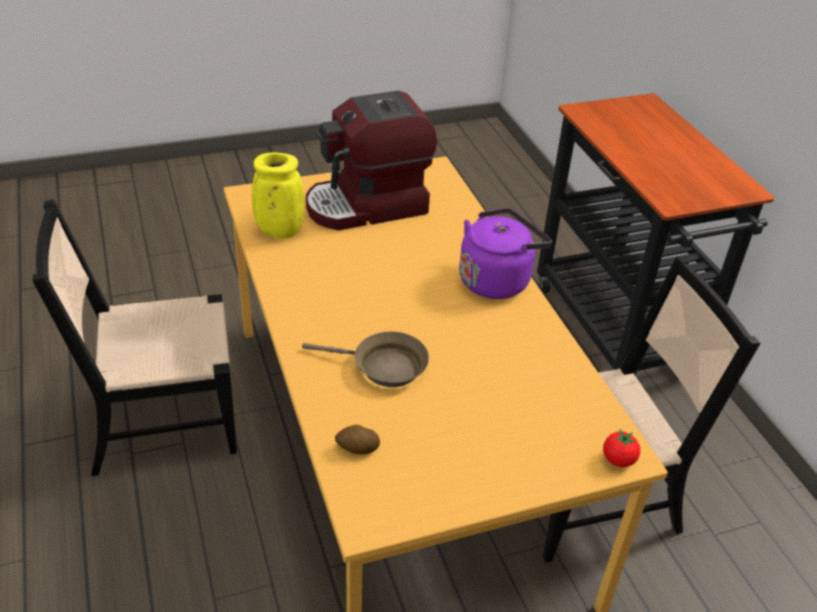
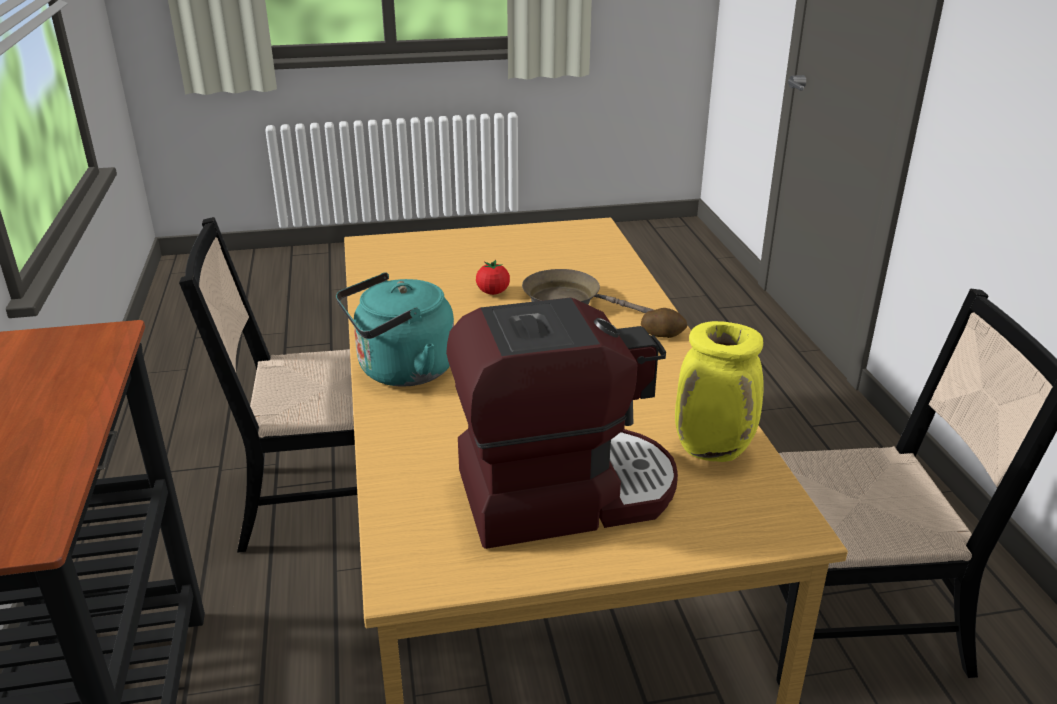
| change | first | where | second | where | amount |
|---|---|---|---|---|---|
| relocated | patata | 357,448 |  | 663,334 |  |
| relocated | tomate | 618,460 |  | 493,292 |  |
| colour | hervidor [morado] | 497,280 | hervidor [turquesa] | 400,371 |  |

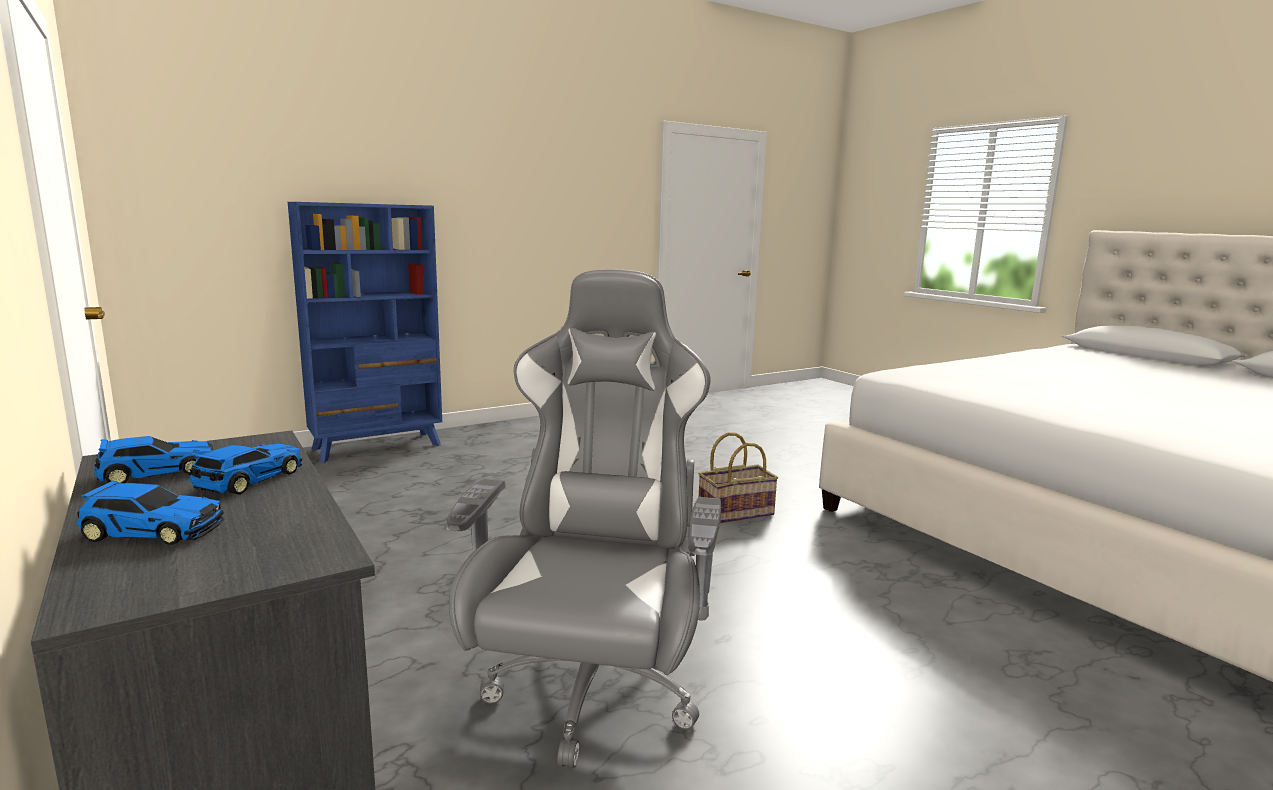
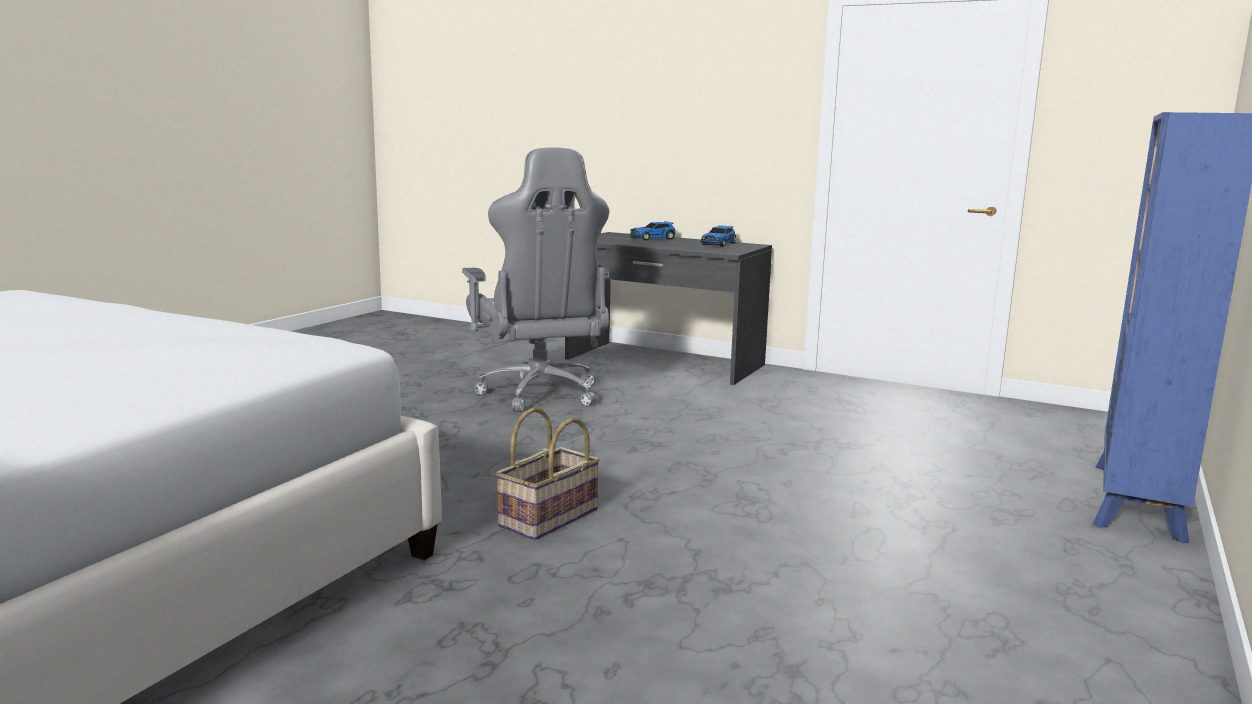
| change | first | where | second | where | amount |
|---|---|---|---|---|---|
| missing | coche de juguete | 247,480 |  |  |  |

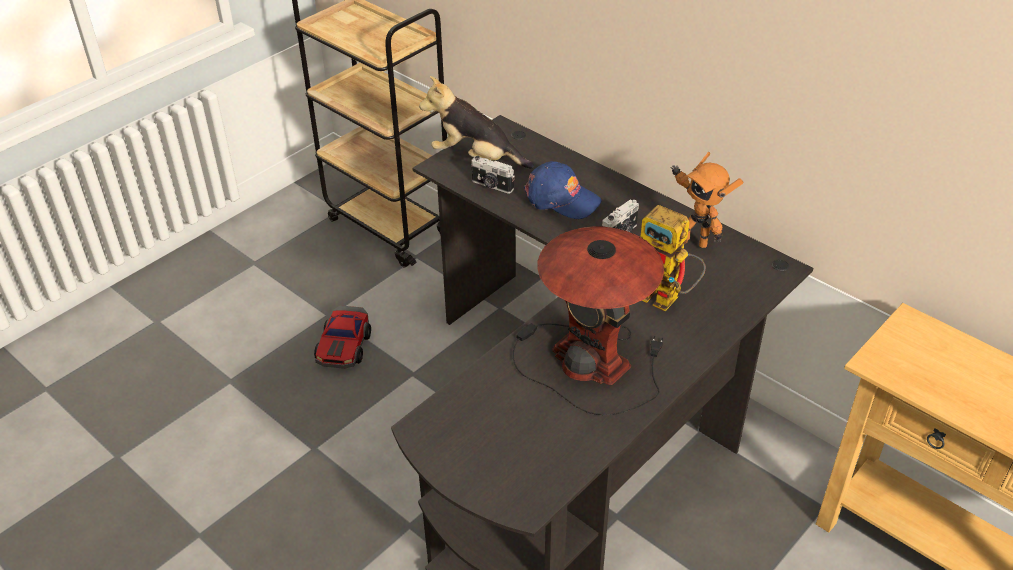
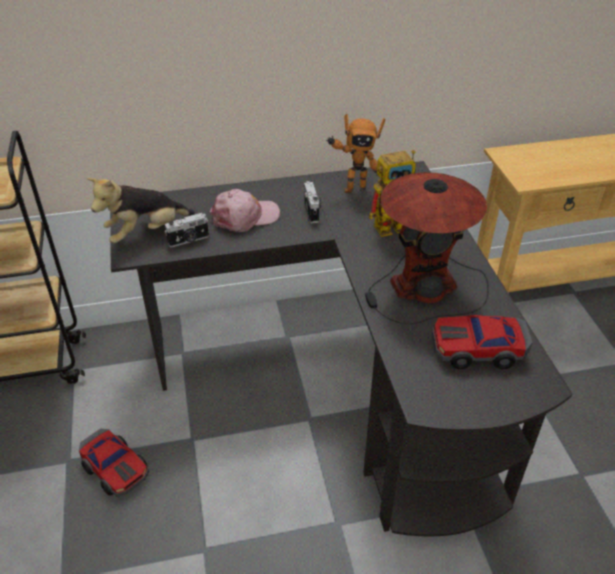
| change | first | where | second | where | amount |
|---|---|---|---|---|---|
| appeared |  |  | coche de juguete | 477,349 |  |
| colour | gorra [azul] | 561,198 | gorra [rosa] | 245,217 |  |

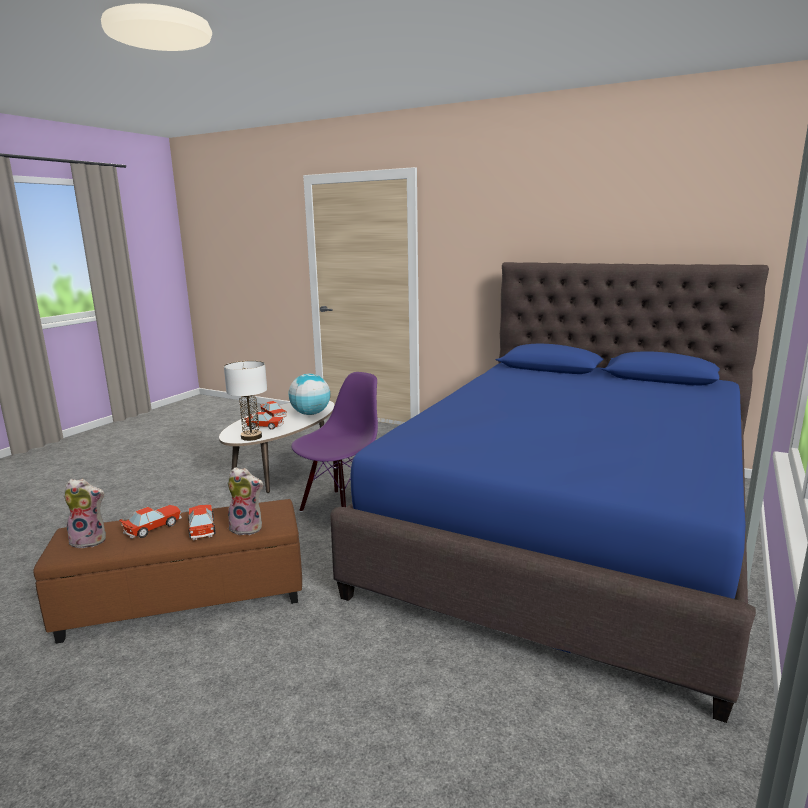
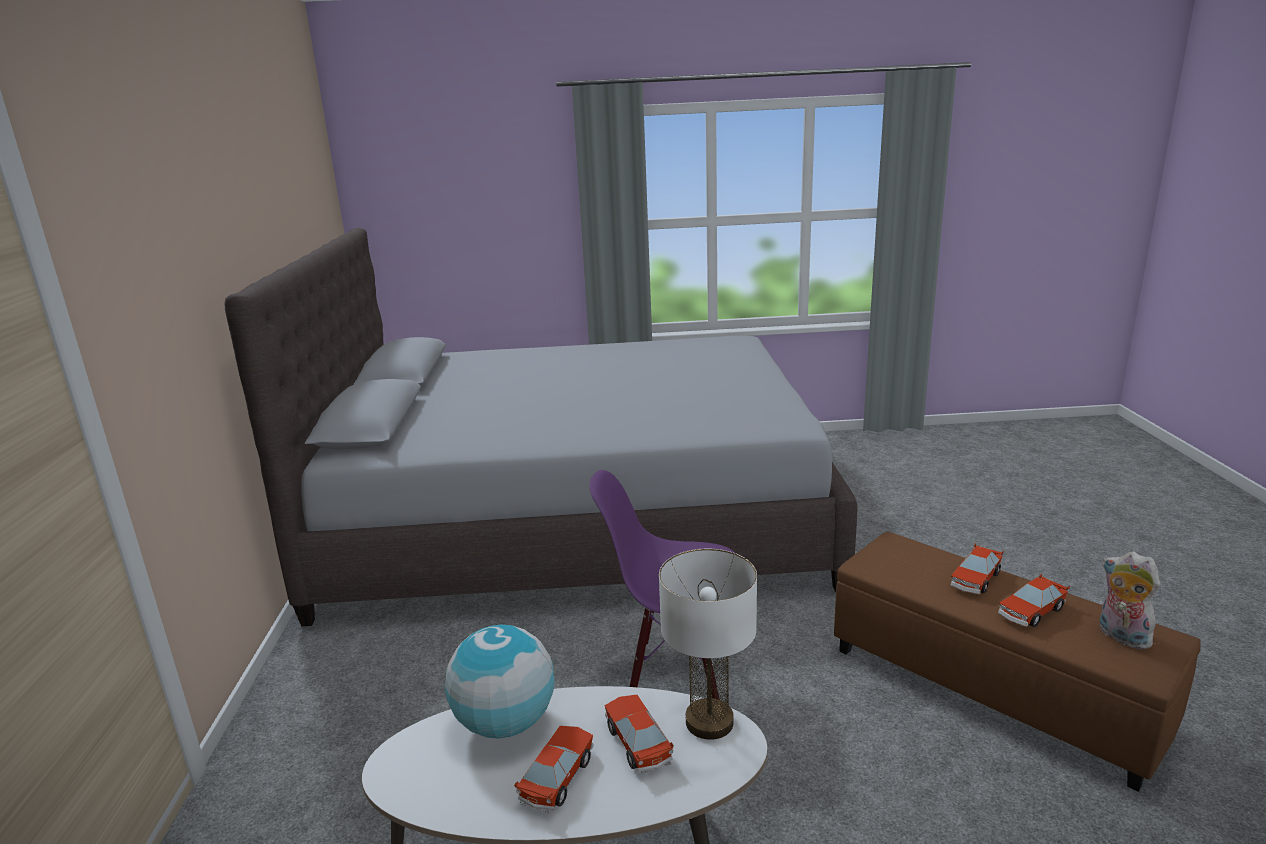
| change | first | where | second | where | amount |
|---|---|---|---|---|---|
| missing | peluche | 248,528 |  |  |  |
| colour | cama [azul] | 571,527 | cama [gris] | 577,518 |  |
| spun | coche de juguete | 153,527 |  | 1031,612 | 45 degrees counterclockwise |

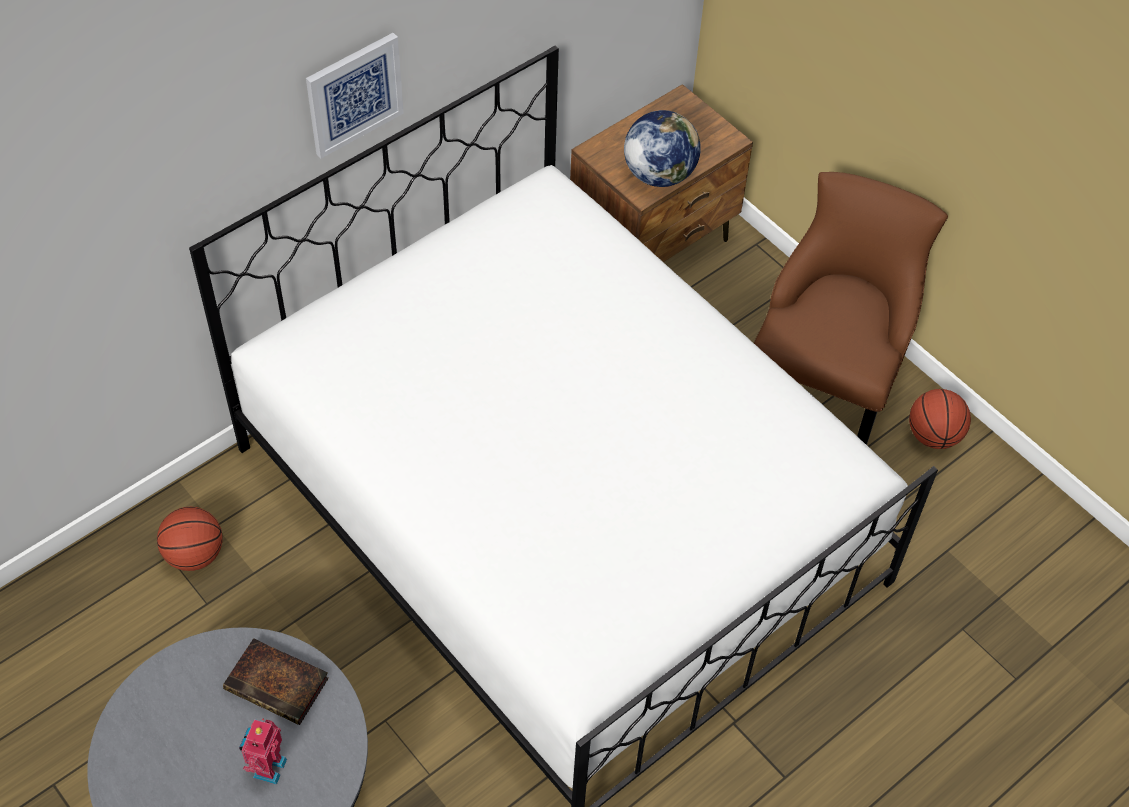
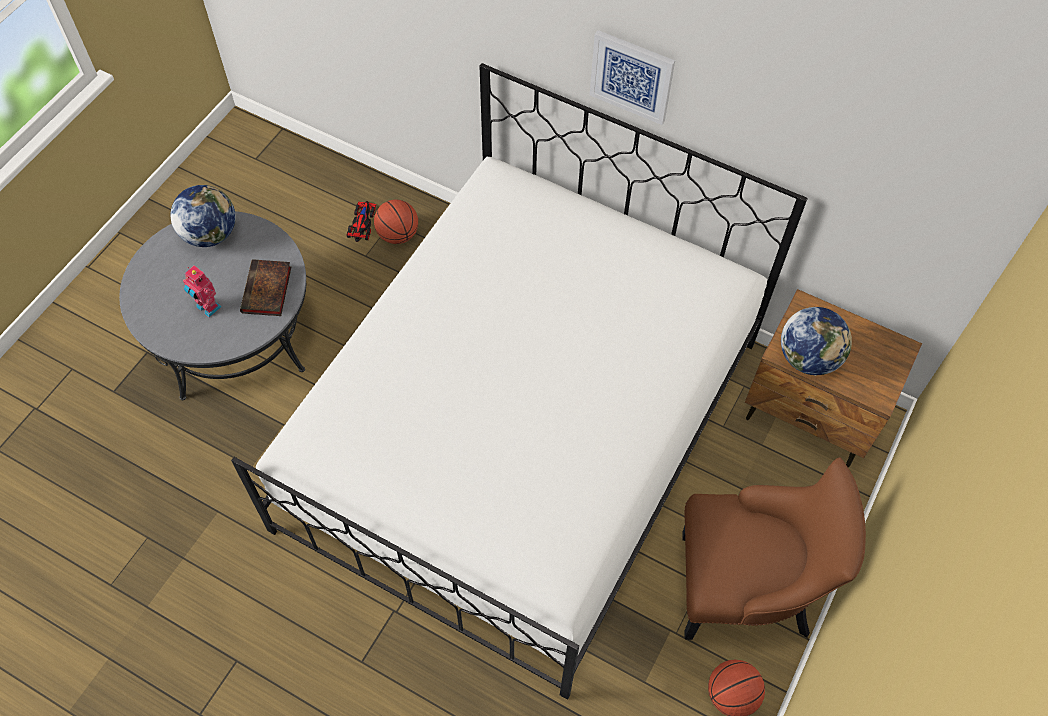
| change | first | where | second | where | amount |
|---|---|---|---|---|---|
| appeared |  |  | globo terráqueo | 210,234 |  |
| appeared |  |  | coche de juguete | 362,222 |  |
| spun | robot de juguete | 267,767 |  | 207,308 | 135 degrees counterclockwise |

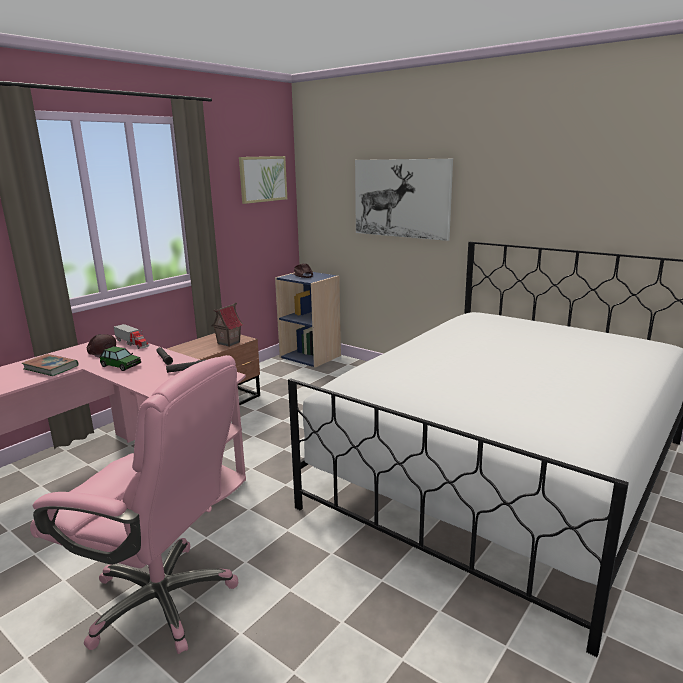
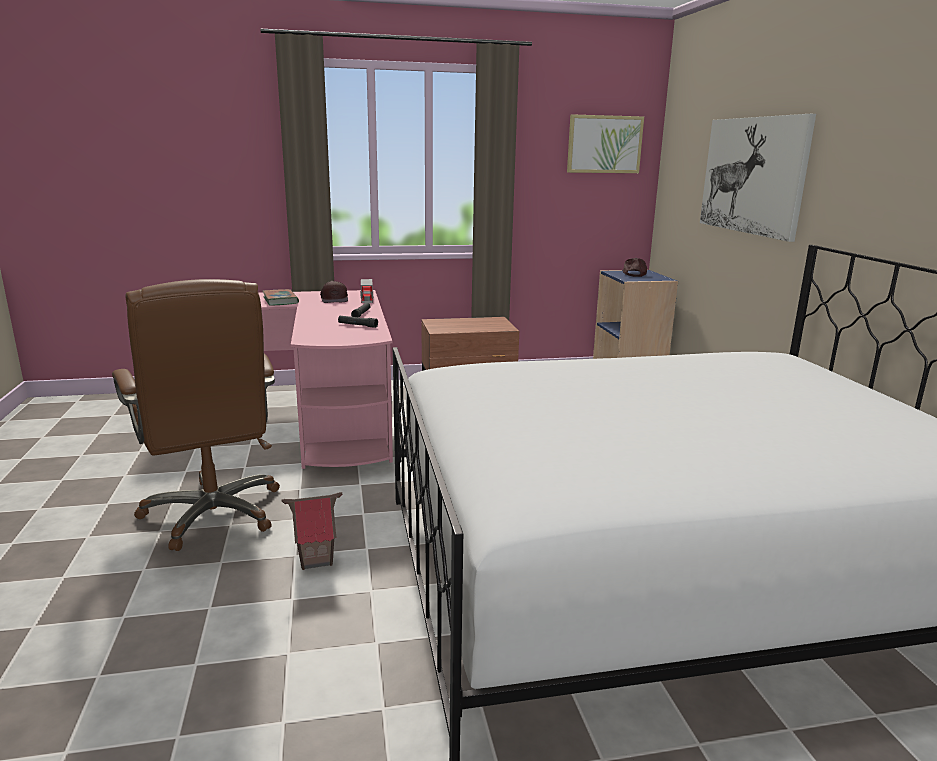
| change | first | where | second | where | amount |
|---|---|---|---|---|---|
| missing | coche de juguete | 121,365 |  |  |  |
| relocated | casita | 228,343 |  | 316,559 |  |
| colour | silla de oficina [rosa] | 158,598 | silla de oficina [marrón] | 212,511 |  |

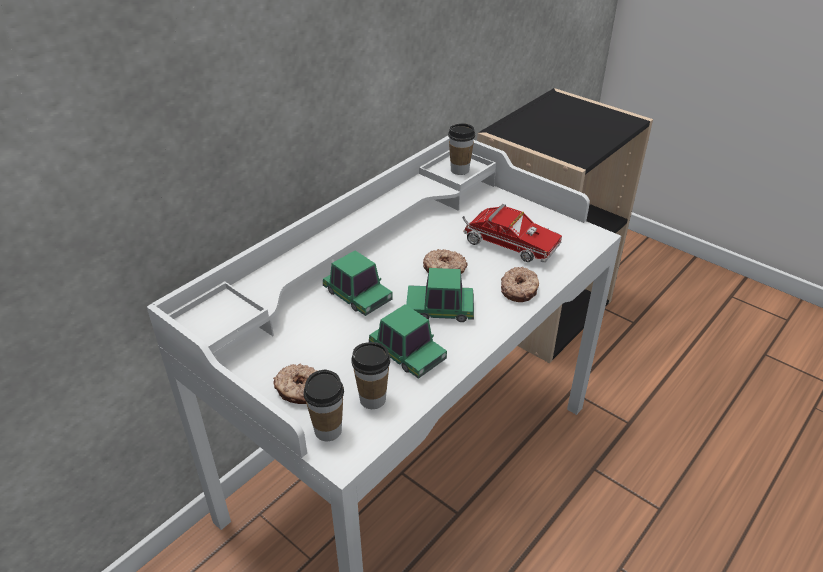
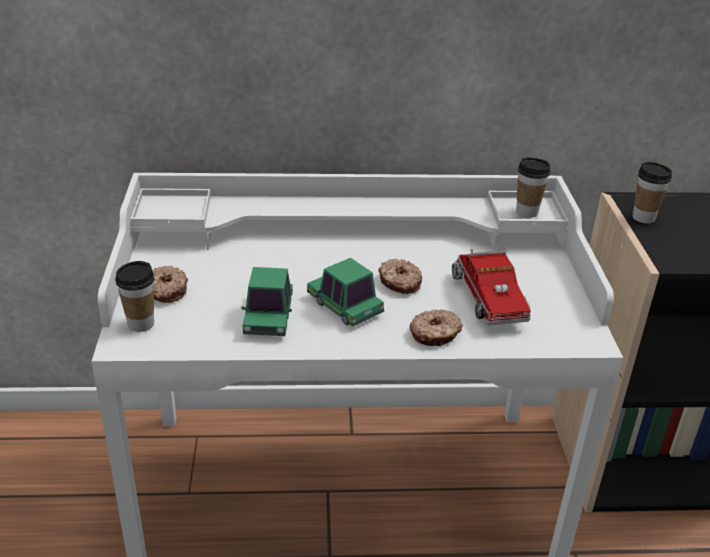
| change | first | where | second | where | amount |
|---|---|---|---|---|---|
| missing | coche de juguete | 357,296 |  |  |  |
| relocated | taza | 372,399 |  | 643,218 |  |

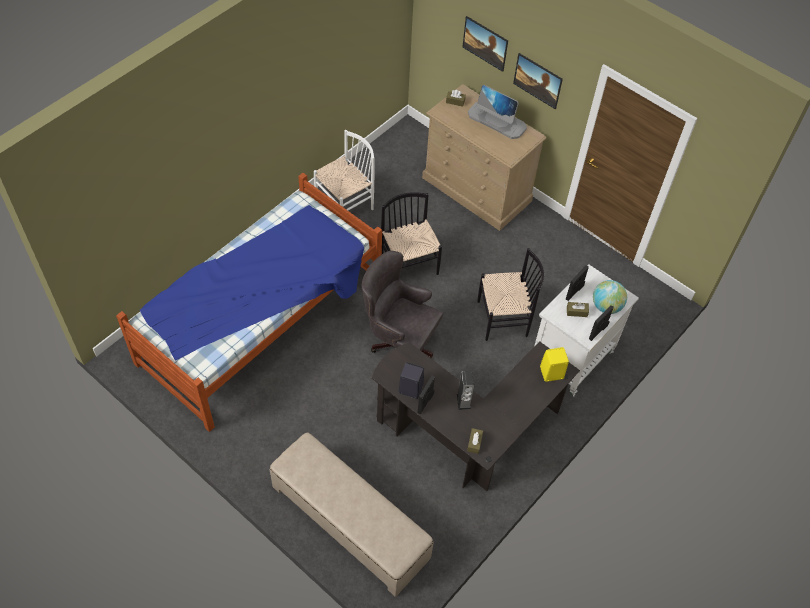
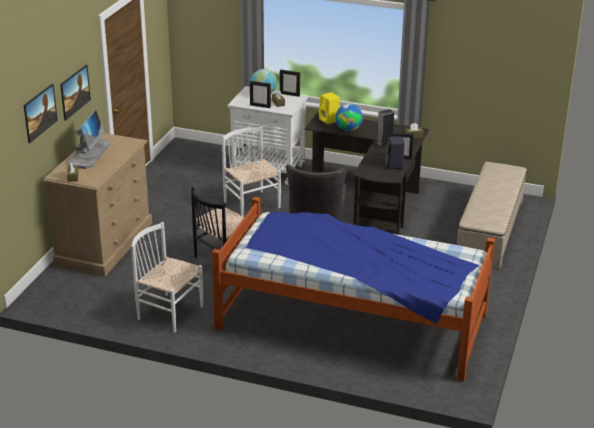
| change | first | where | second | where | amount |
|---|---|---|---|---|---|
| appeared |  |  | globo terráqueo | 348,129 |  |
| colour | silla [negro] | 505,319 | silla [blanco] | 251,204 |  |

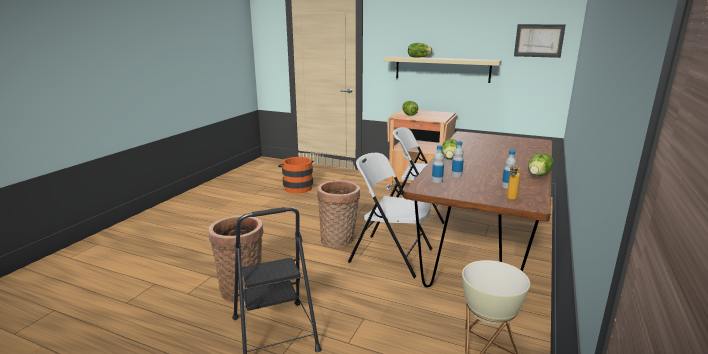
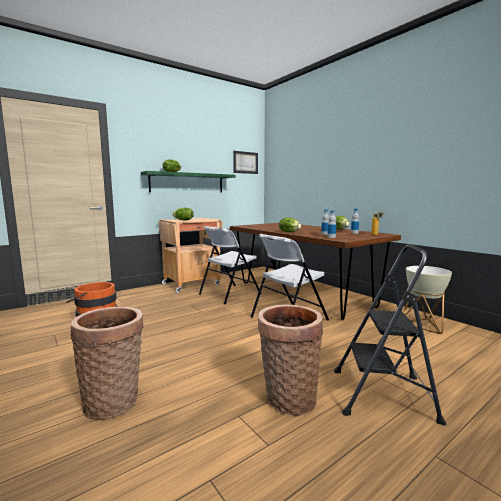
| change | first | where | second | where | amount |
|---|---|---|---|---|---|
| relocated | cesta | 339,240 |  | 114,401 |  |
| colour | estante [beis] | 442,69 | estante [verde] | 187,183 |  |

